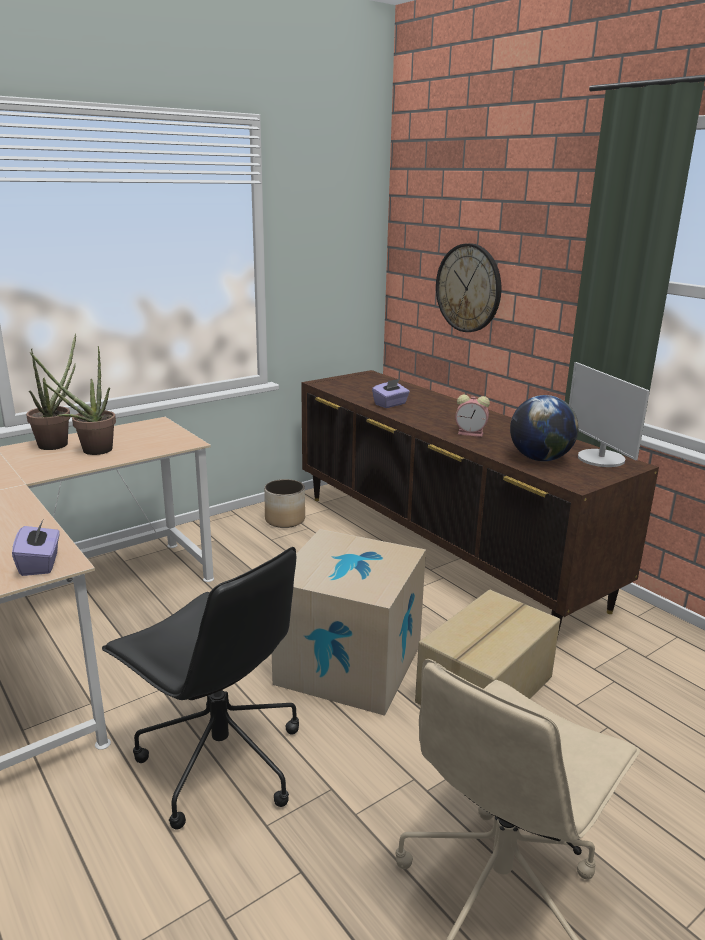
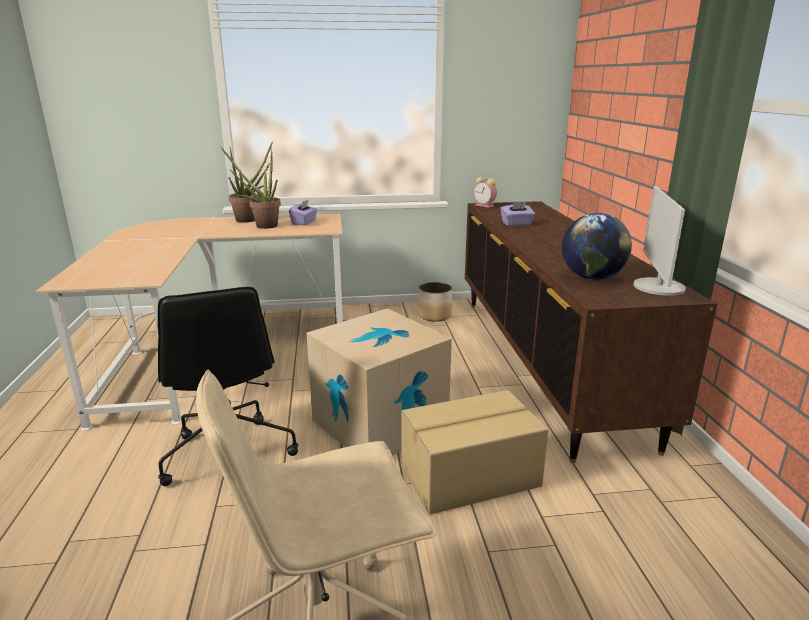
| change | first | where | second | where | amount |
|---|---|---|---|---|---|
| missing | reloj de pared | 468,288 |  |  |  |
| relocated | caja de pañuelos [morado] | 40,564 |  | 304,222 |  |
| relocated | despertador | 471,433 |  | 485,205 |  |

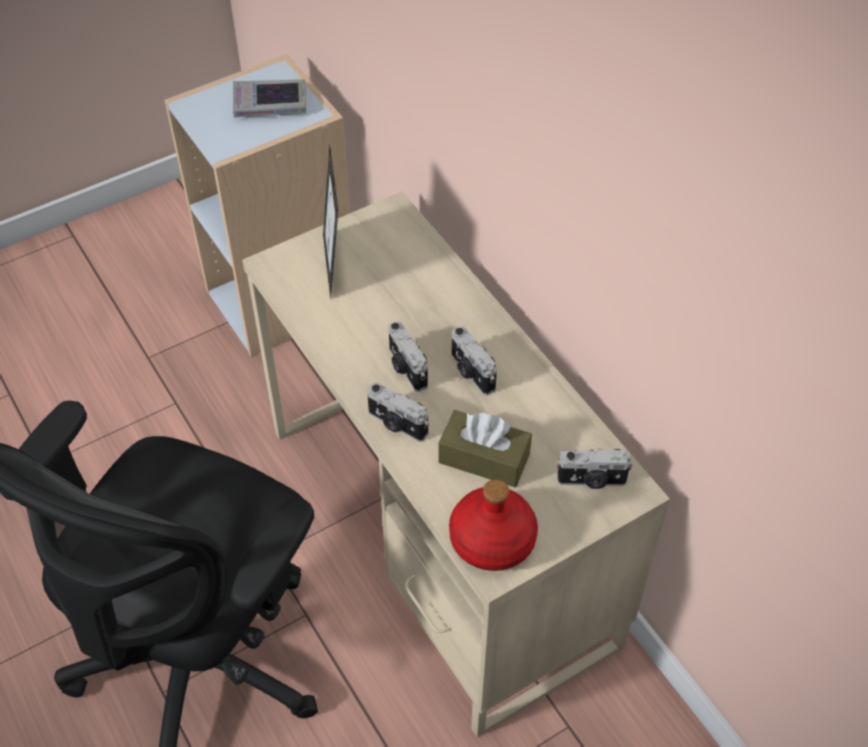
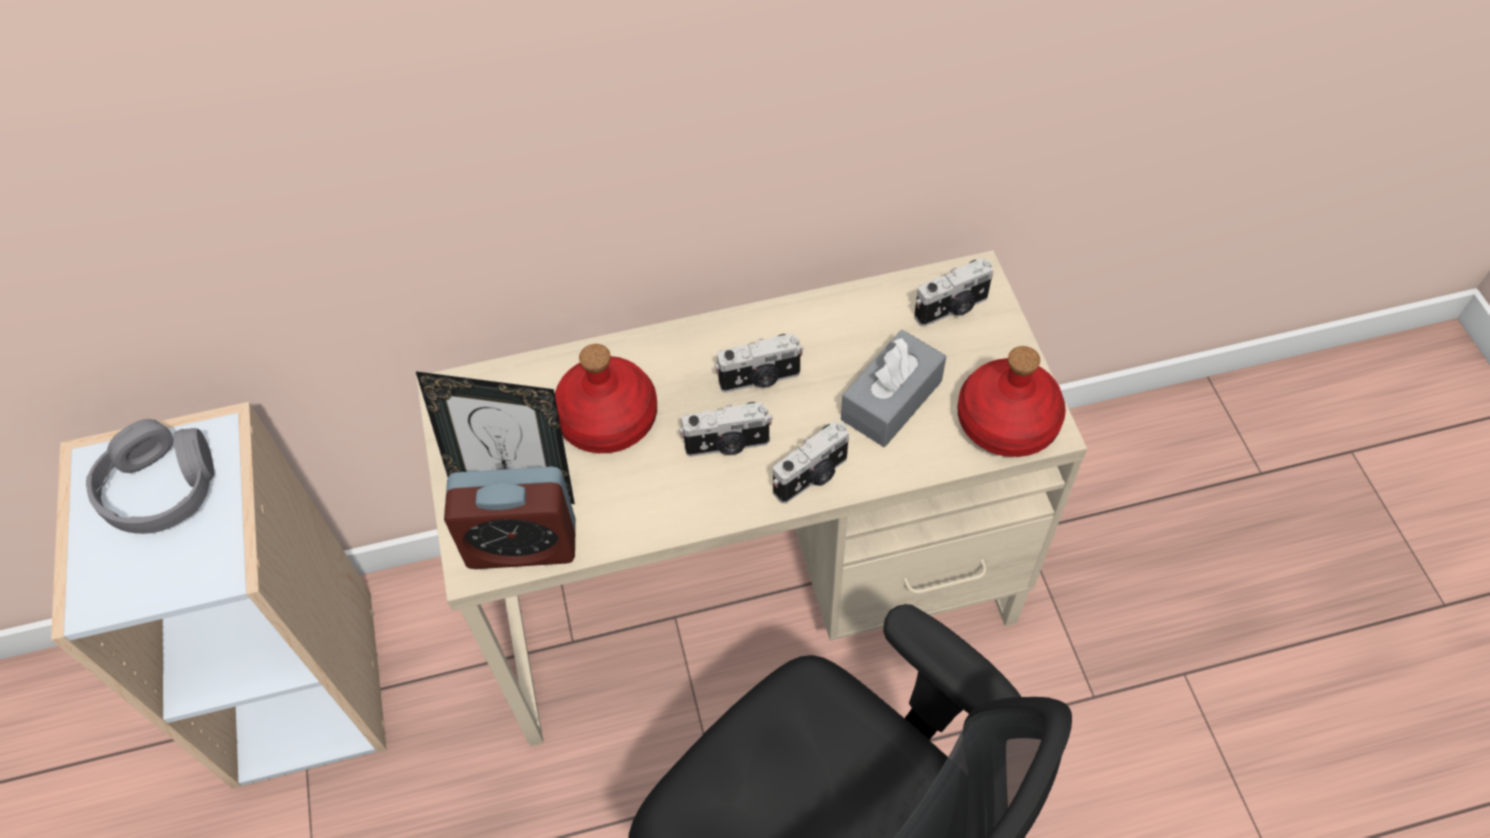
| change | first | where | second | where | amount |
|---|---|---|---|---|---|
| appeared |  |  | despertador | 522,545 |  |
| appeared |  |  | botella [rojo] | 607,419 |  |
| exchanged | libro | 270,104 | auriculares [gris] | 161,488 |  |
| colour | caja de pañuelos [marrón] | 484,458 | caja de pañuelos [gris] | 891,400 |  |
| spun | cámara | 591,481 |  | 952,309 | 45 degrees clockwise |

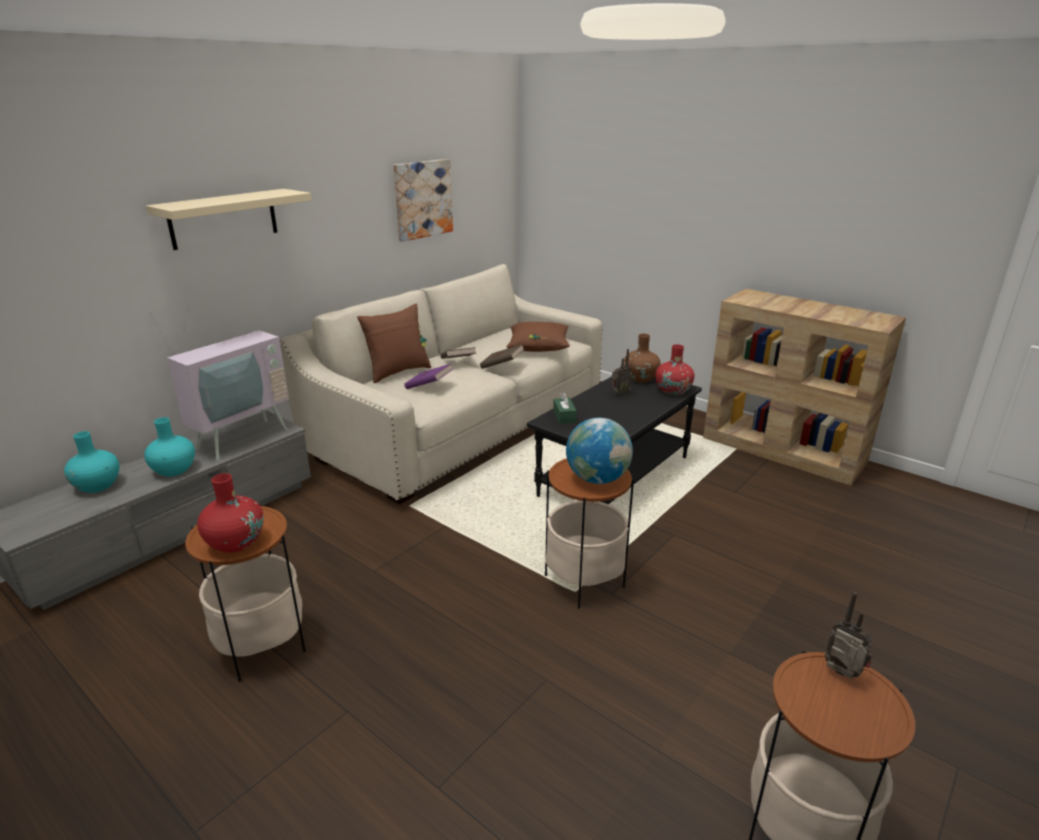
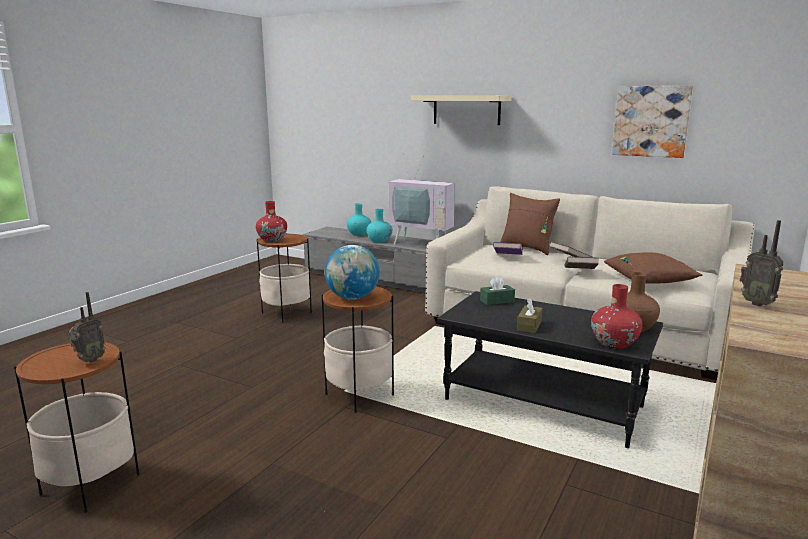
| change | first | where | second | where | amount |
|---|---|---|---|---|---|
| appeared |  |  | caja de pañuelos [marrón] | 529,326 |  |
| relocated | radio | 619,394 |  | 757,303 |  |

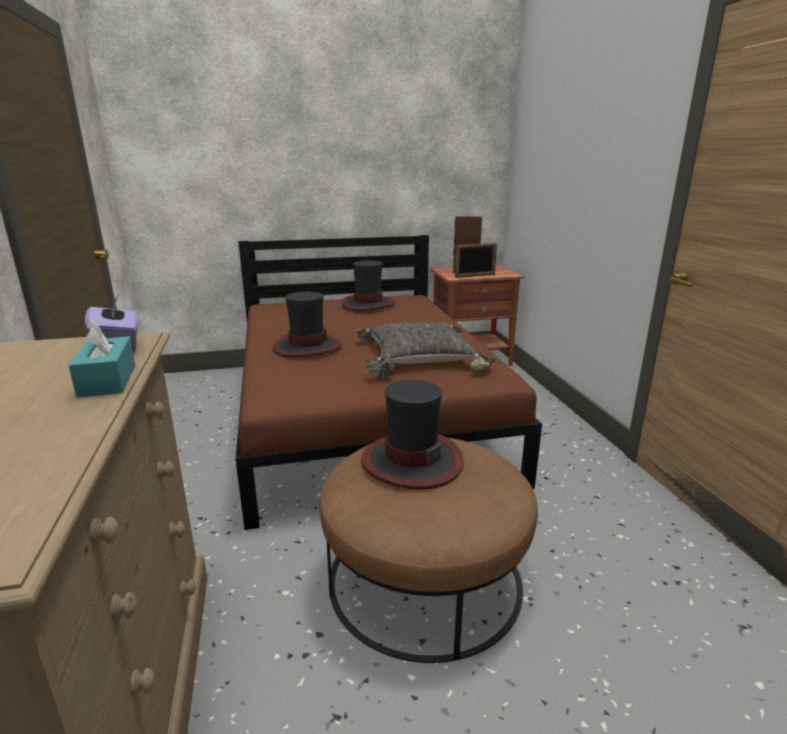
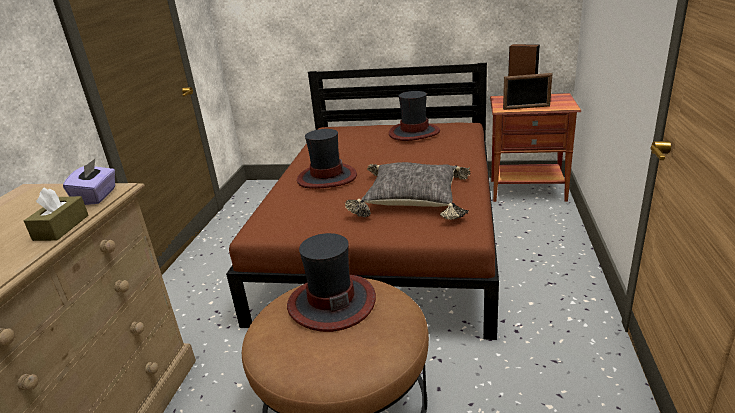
| change | first | where | second | where | amount |
|---|---|---|---|---|---|
| colour | caja de pañuelos [turquesa] | 108,380 | caja de pañuelos [marrón] | 61,227 |  |

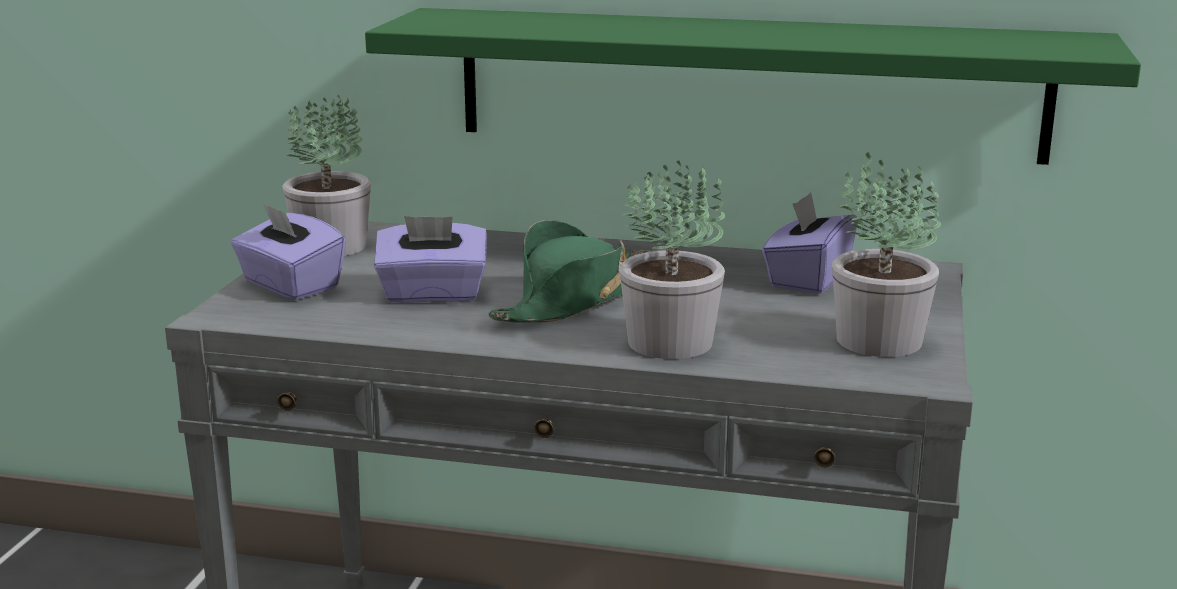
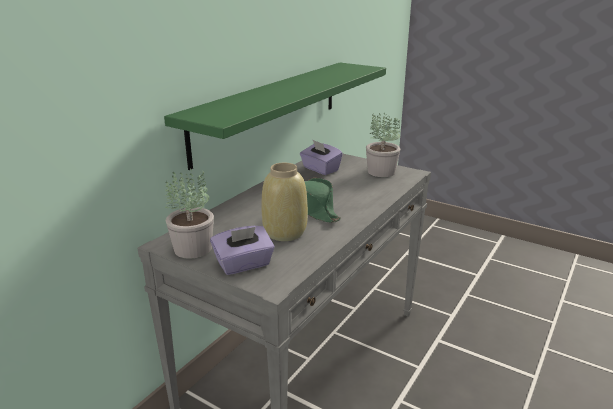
| change | first | where | second | where | amount |
|---|---|---|---|---|---|
| missing | planta en maceta | 672,342 |  |  |  |
| exchanged | caja de pañuelos [morado] | 432,294 | florero [beis] | 284,232 |  |

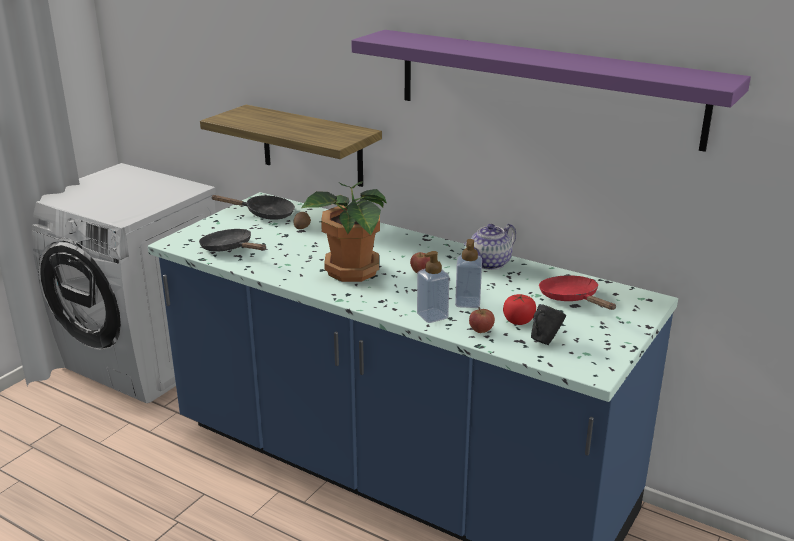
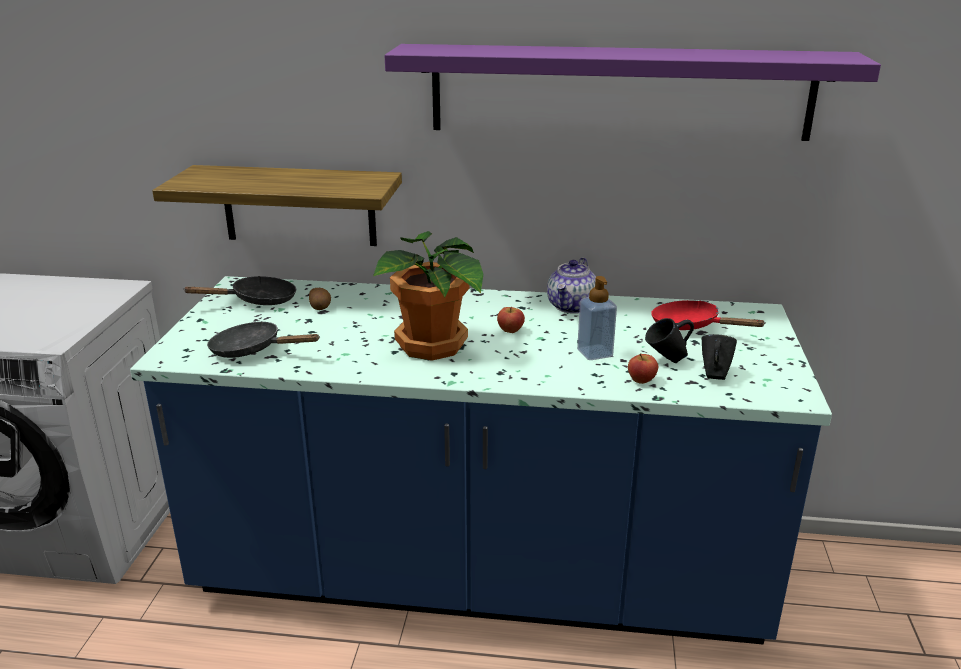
| change | first | where | second | where | amount |
|---|---|---|---|---|---|
| missing | dispensador de jabón | 432,316 |  |  |  |
| exchanged | tomate | 518,321 | taza grande [negro] | 666,361 |  |

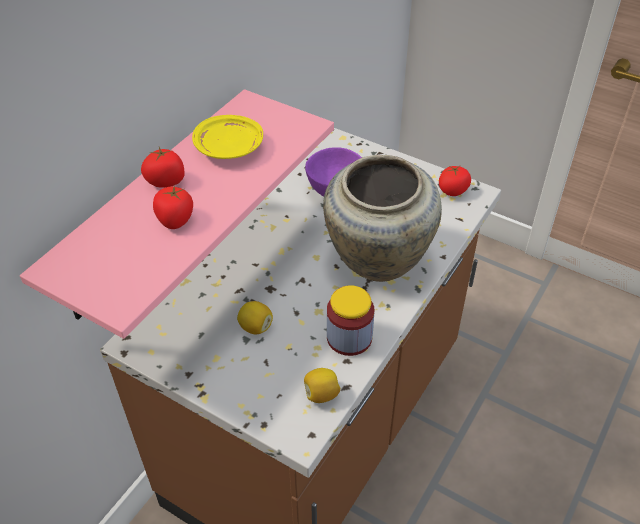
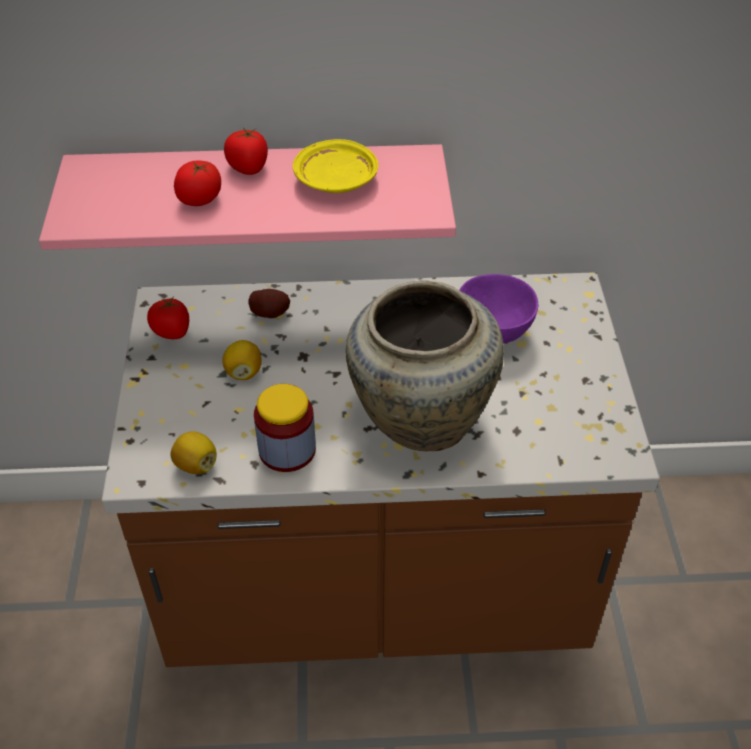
| change | first | where | second | where | amount |
|---|---|---|---|---|---|
| appeared |  |  | patata | 270,312 |  |
| relocated | tomate | 453,191 |  | 172,331 |  |

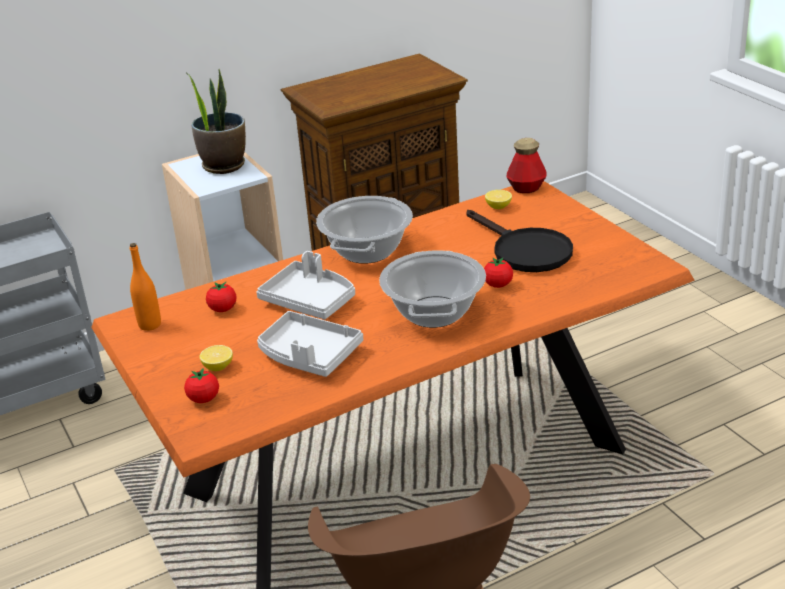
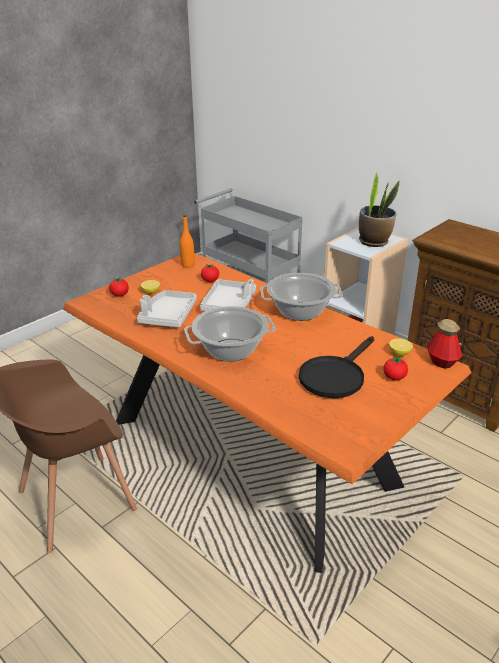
| change | first | where | second | where | amount |
|---|---|---|---|---|---|
| relocated | tomate | 498,285 |  | 394,377 |  |

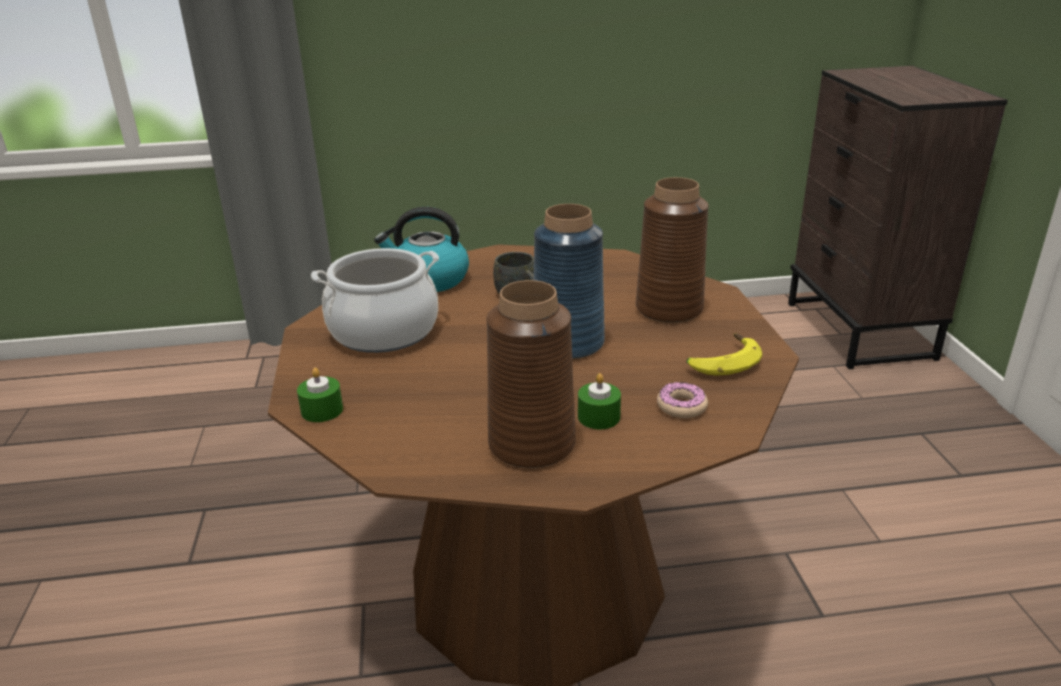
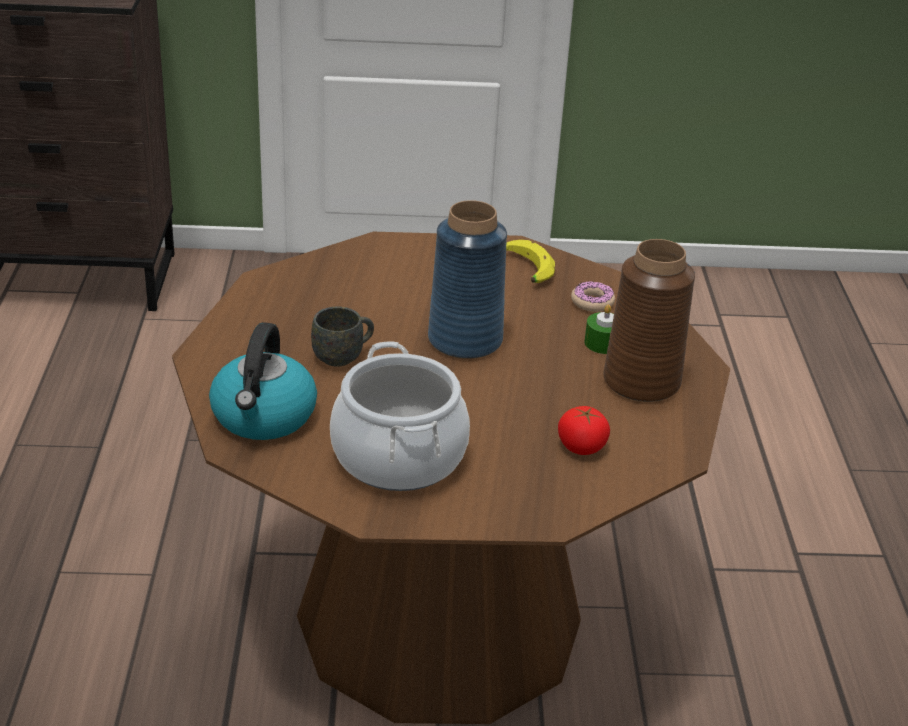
| change | first | where | second | where | amount |
|---|---|---|---|---|---|
| missing | vela [verde] | 322,410 |  |  |  |
| missing | florero [marrón] | 669,308 |  |  |  |
| appeared |  |  | tomate | 581,447 |  |

